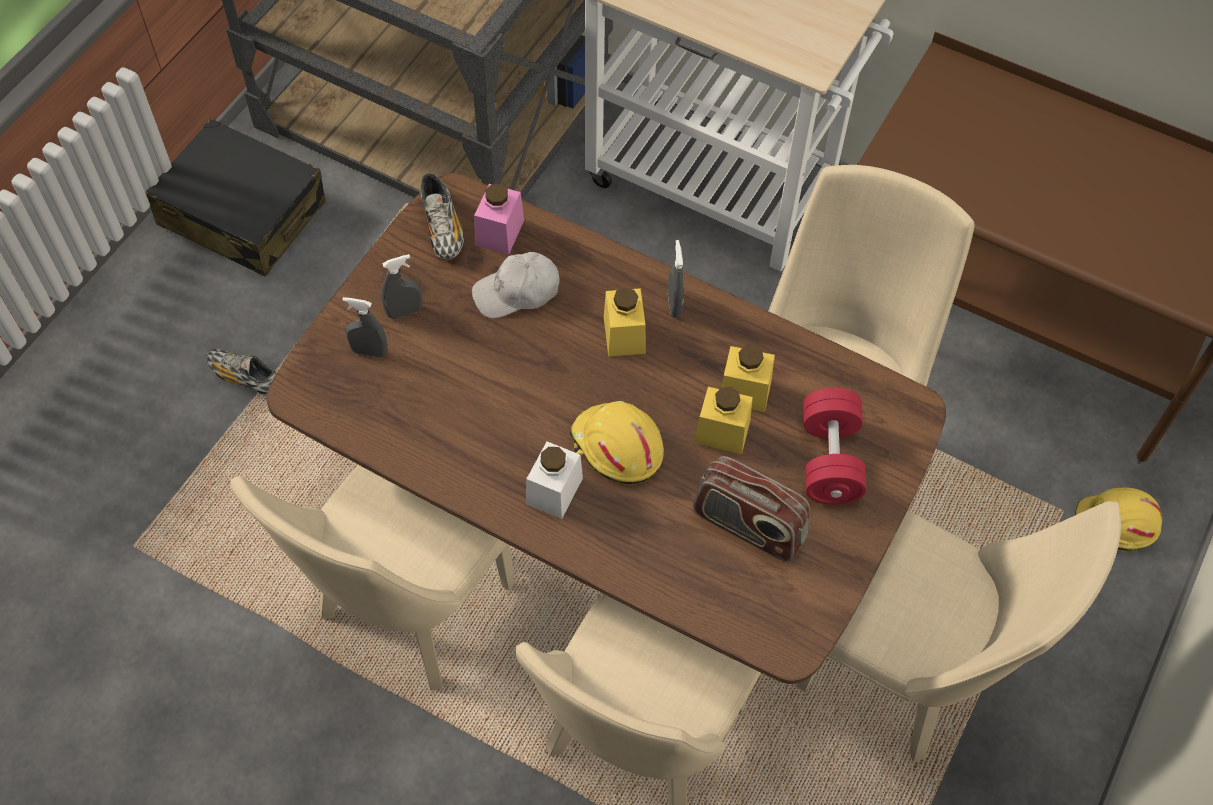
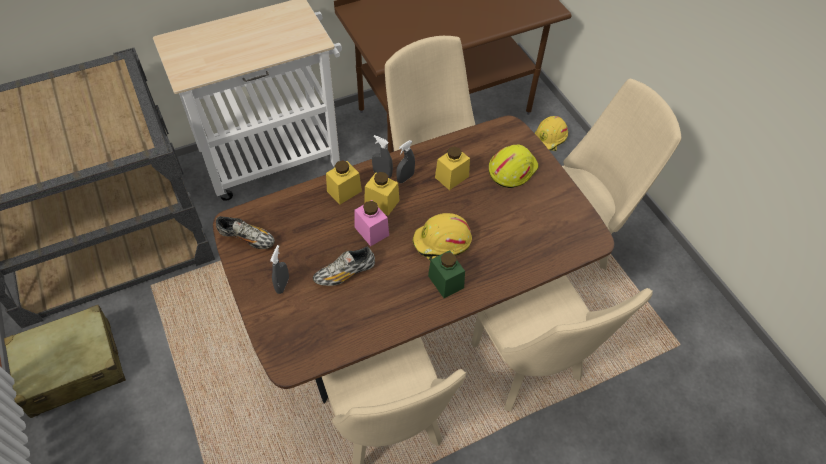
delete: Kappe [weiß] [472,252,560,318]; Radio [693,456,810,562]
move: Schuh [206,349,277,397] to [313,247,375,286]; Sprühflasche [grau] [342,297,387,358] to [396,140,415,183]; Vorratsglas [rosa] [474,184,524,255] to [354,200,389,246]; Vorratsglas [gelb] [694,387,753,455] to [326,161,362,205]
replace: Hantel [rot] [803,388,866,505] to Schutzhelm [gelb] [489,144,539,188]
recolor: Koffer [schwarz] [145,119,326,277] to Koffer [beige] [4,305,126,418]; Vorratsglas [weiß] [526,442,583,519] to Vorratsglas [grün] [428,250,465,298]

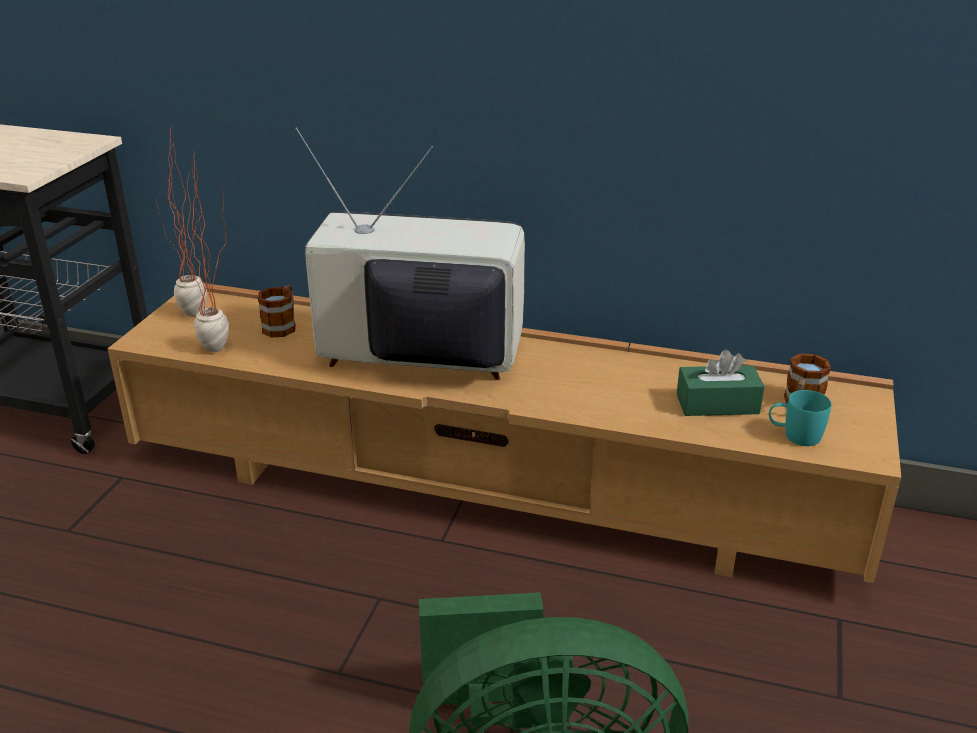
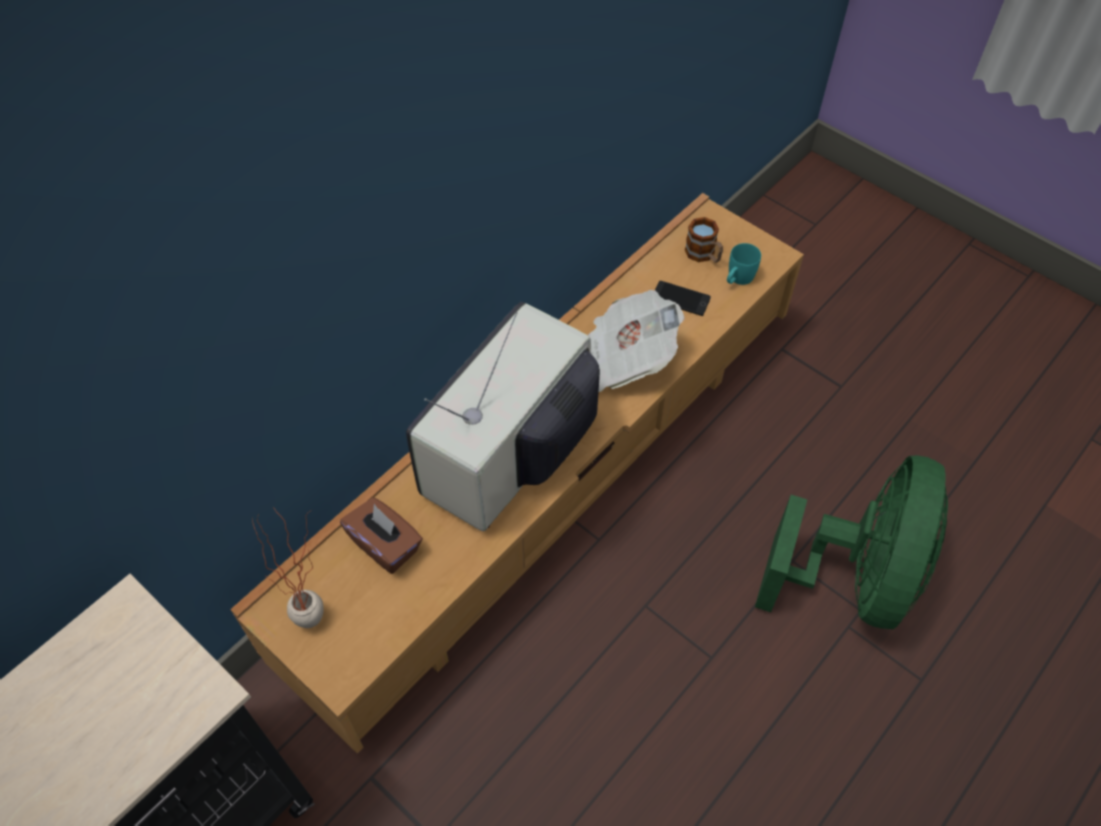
delete: Topfpflanze [174,151,229,352]
insert: Zeitung [588,290,685,392]
replace: Henkelbecher [258,285,296,337] to Taschentuchbox [braun] [340,498,423,574]; Taschentuchbox [grün] [677,350,765,416] to Handy [655,281,711,316]

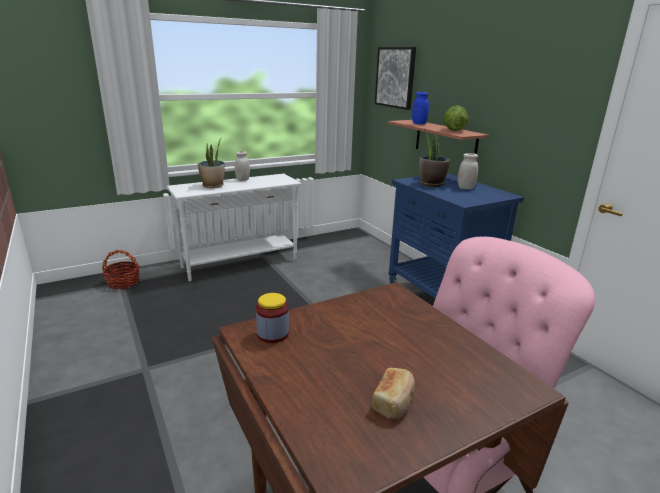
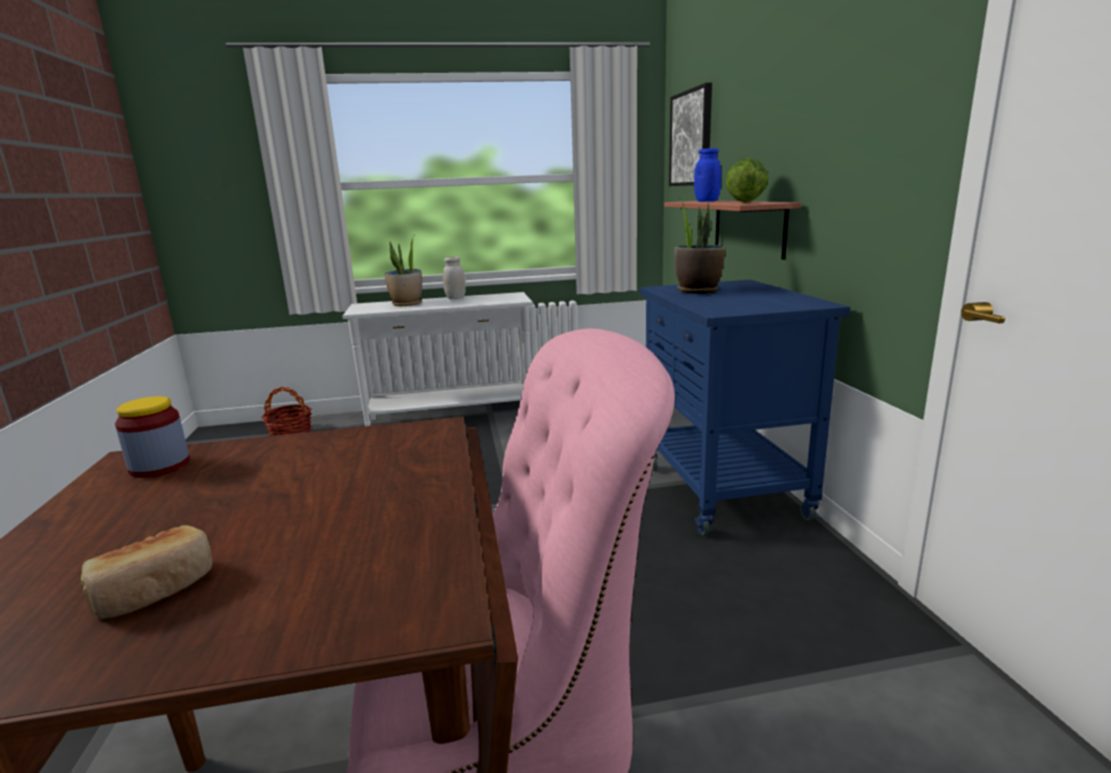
delete: Vorratsglas [weiß] [458,153,478,189]

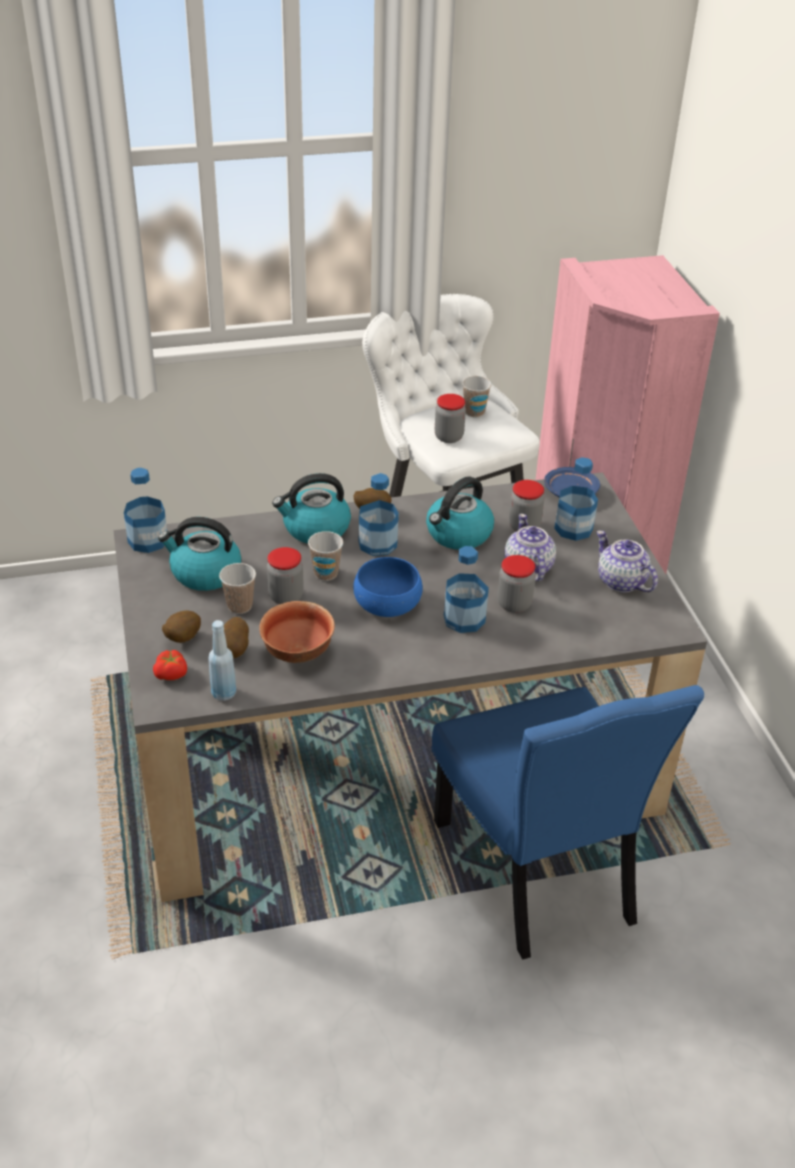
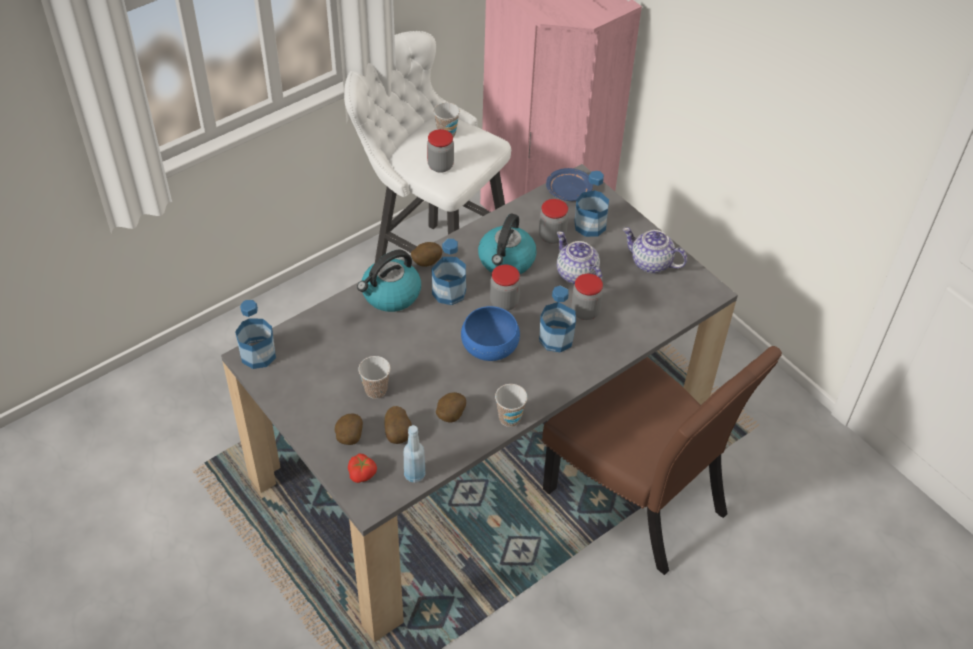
delete: Wasserkessel [158,517,241,591]
move: Vorratsglas [267,547,304,604] to [490,265,520,311]; Tasse [308,531,343,581] to [495,384,528,427]
replace: Schüssel [259,601,335,663] to Kartoffel [436,392,466,423]
recolor: Stuhl [blau] [431,685,704,960] to Stuhl [braun] [542,346,782,575]

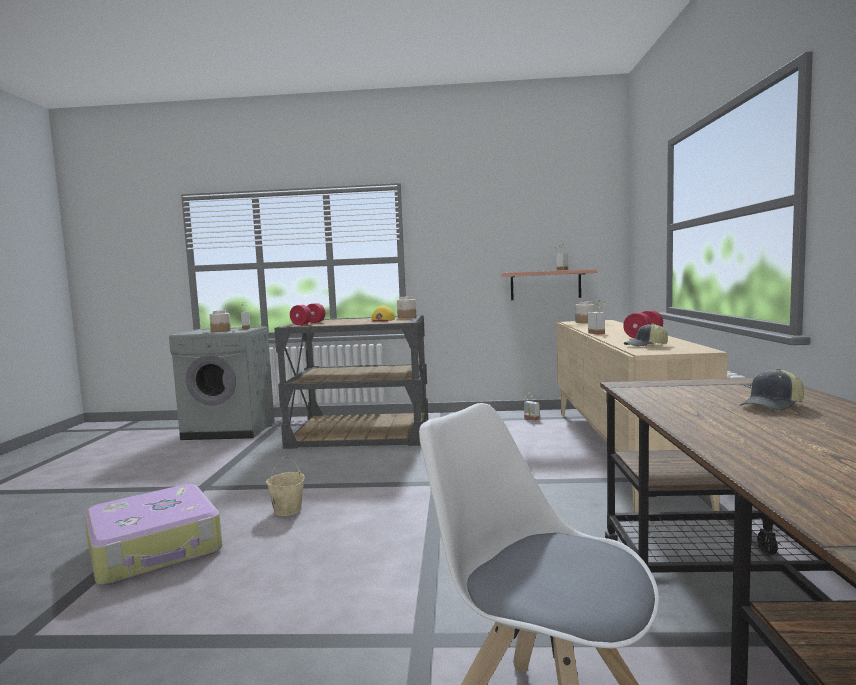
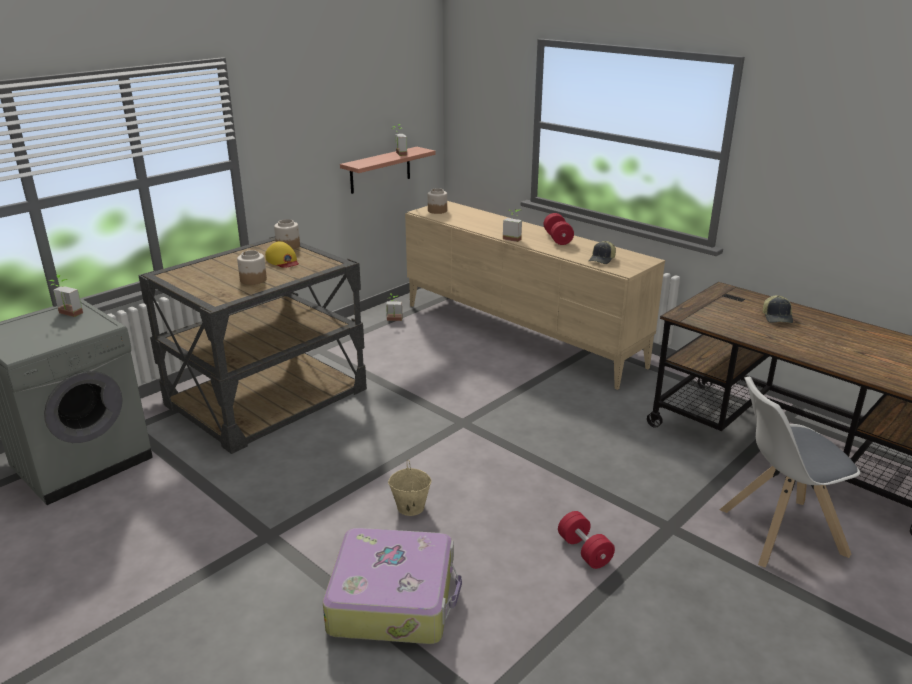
move: Vorratsglas [210,310,231,332] to [237,250,267,285]; Hantel [rot] [290,303,326,325] to [558,511,615,569]

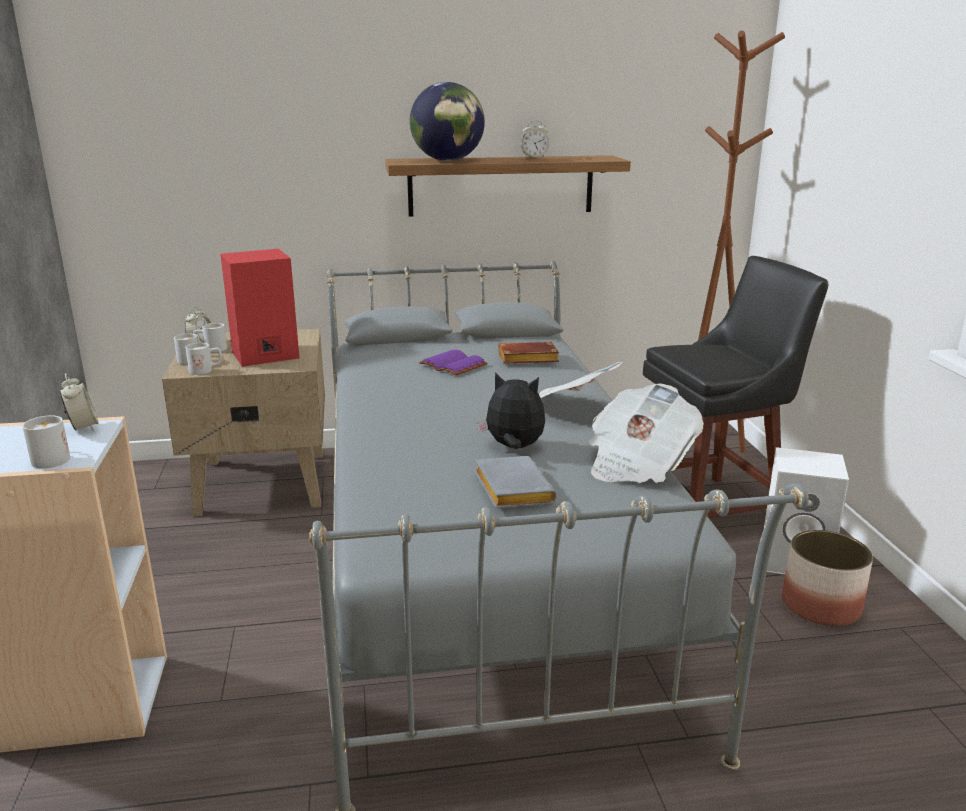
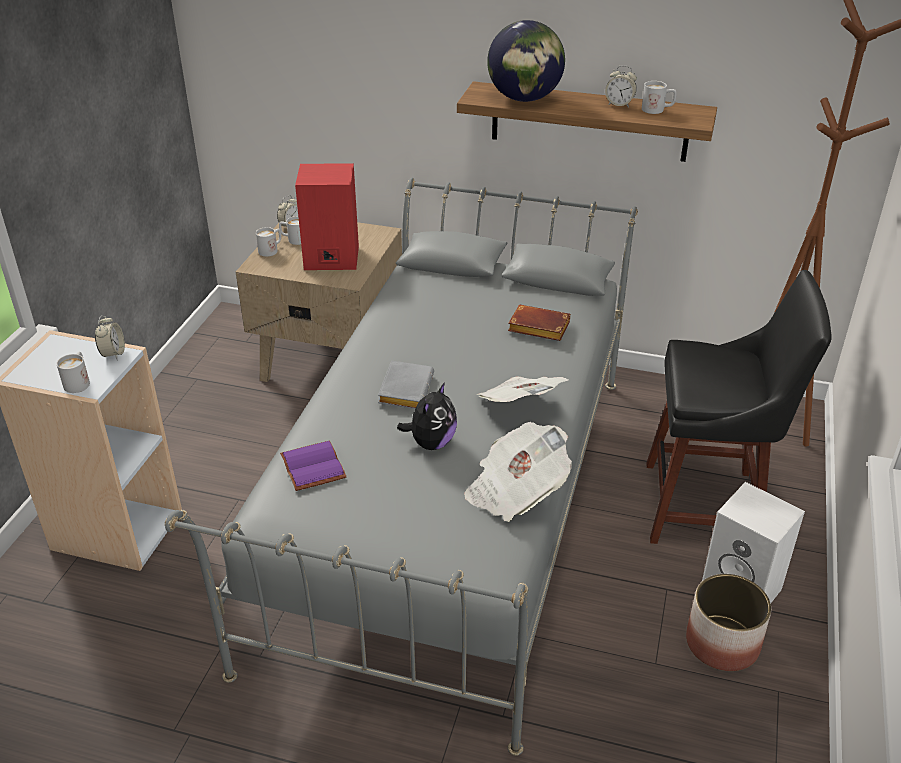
move: Henkelbecher [weiß] [185,343,222,375] to [642,81,677,114]; Buch [lila] [419,350,488,376] to [280,441,347,491]; Buch [grau] [475,456,557,508] to [378,360,434,409]
rotate: Plüschtier [477,372,545,449] = [397,382,457,450] 75 degrees clockwise

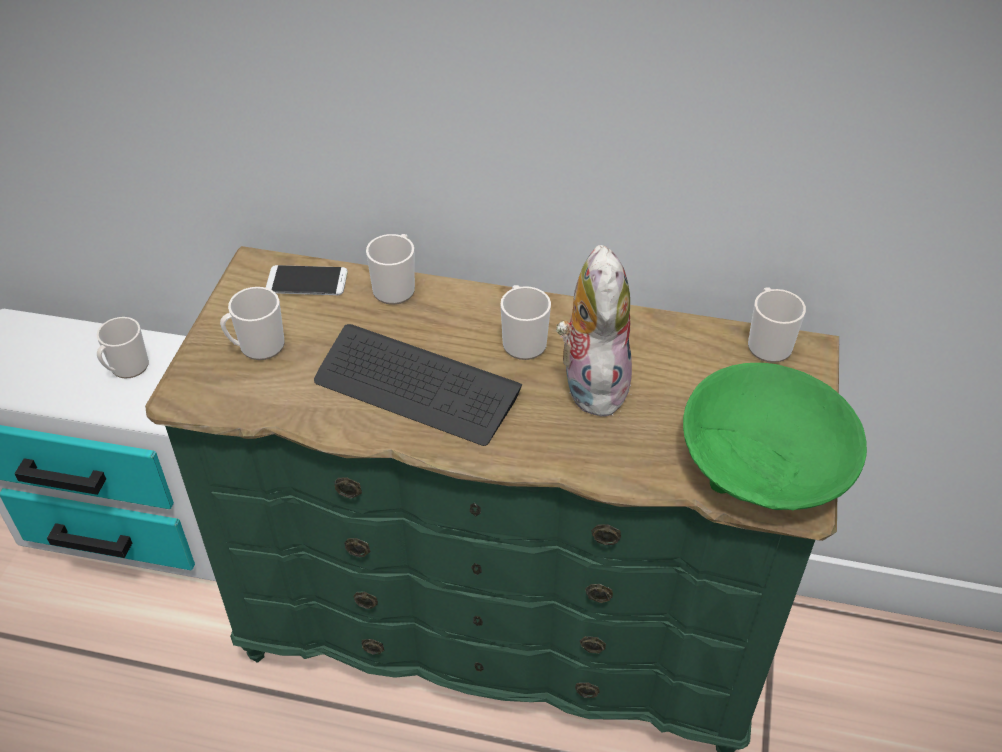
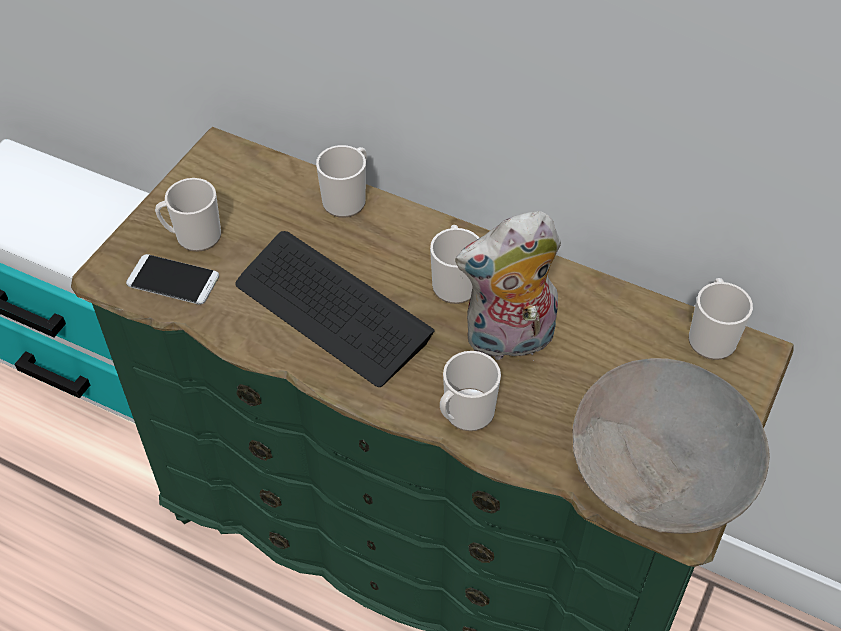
move: Henkelbecher [97,317,149,379] to [440,351,501,431]; Handy [266,265,348,295] to [126,254,219,305]
recolor: Schüssel [grün] [683,363,867,510] to Schüssel [beige] [572,358,770,534]
rotate: Plüschtier [556,245,632,417] = [455,211,561,361] 120 degrees counterclockwise

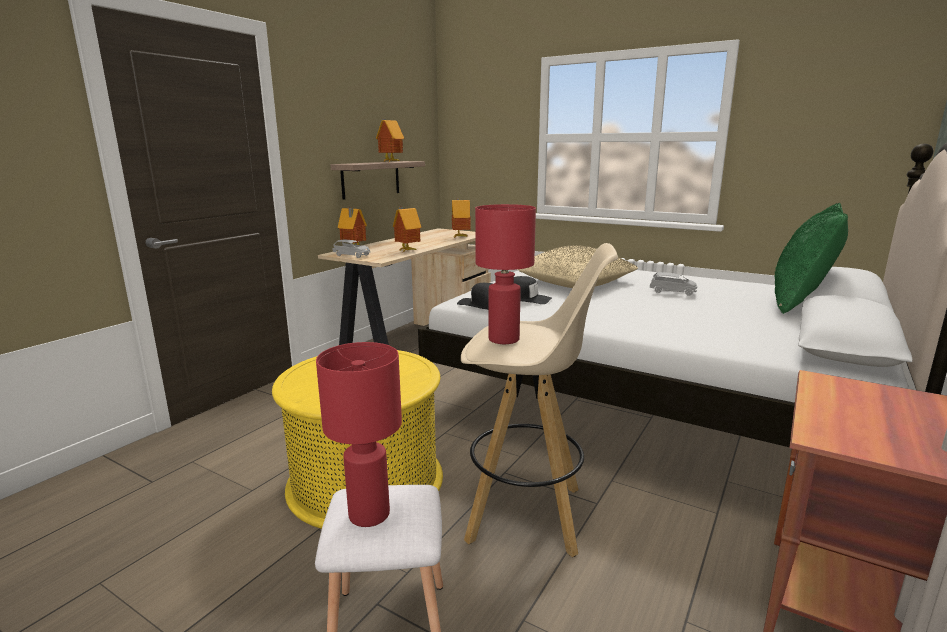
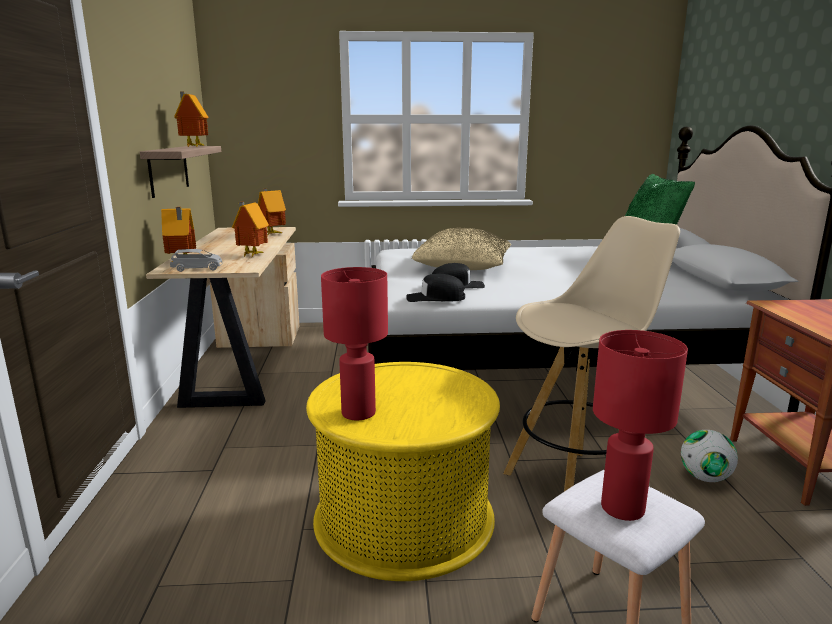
delete: Spielzeugauto [grau] [650,272,697,296]
insert: Fußball [681,430,738,482]
move: Tischlampe [rot] [475,204,536,344] to [321,267,388,420]

